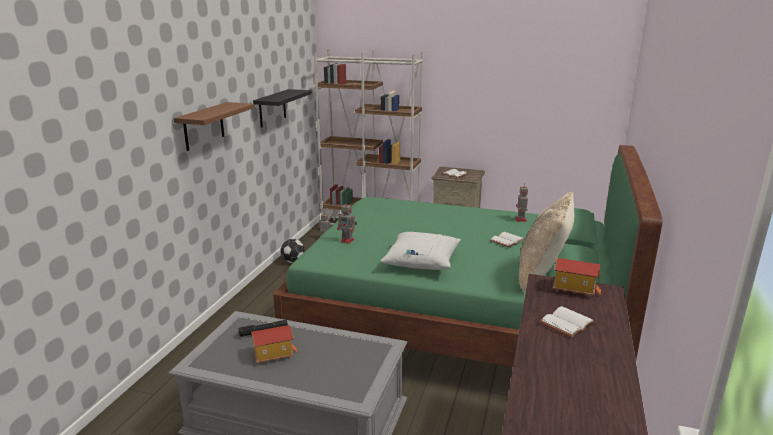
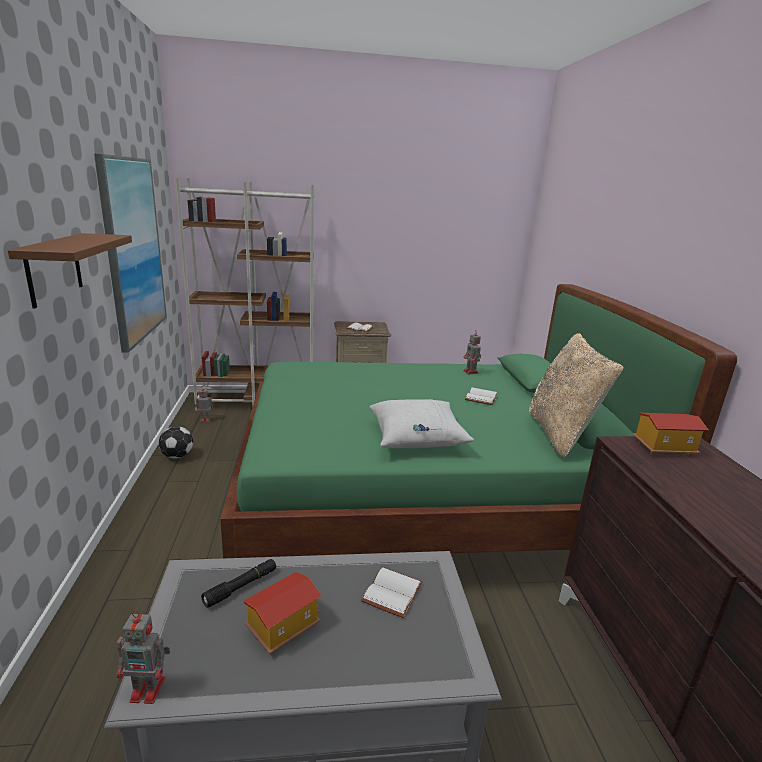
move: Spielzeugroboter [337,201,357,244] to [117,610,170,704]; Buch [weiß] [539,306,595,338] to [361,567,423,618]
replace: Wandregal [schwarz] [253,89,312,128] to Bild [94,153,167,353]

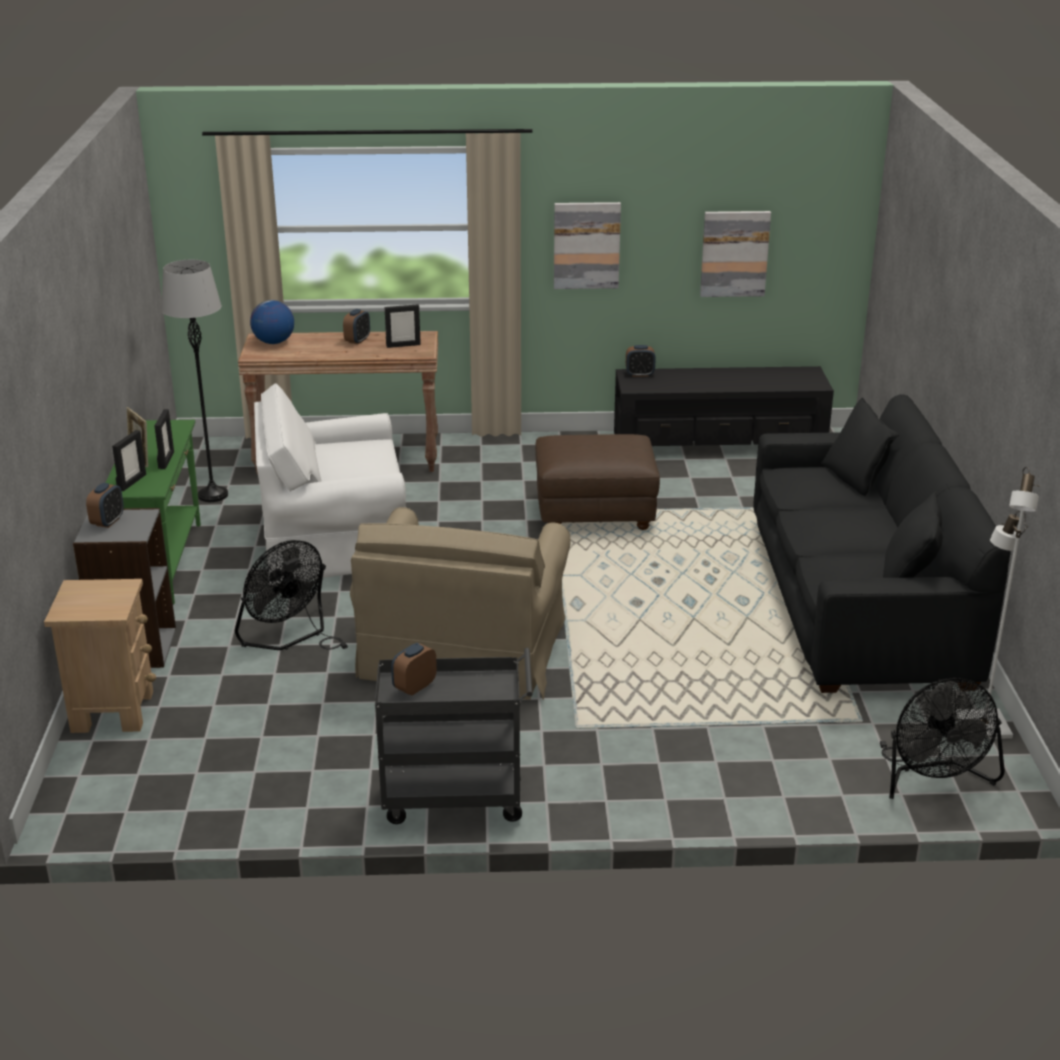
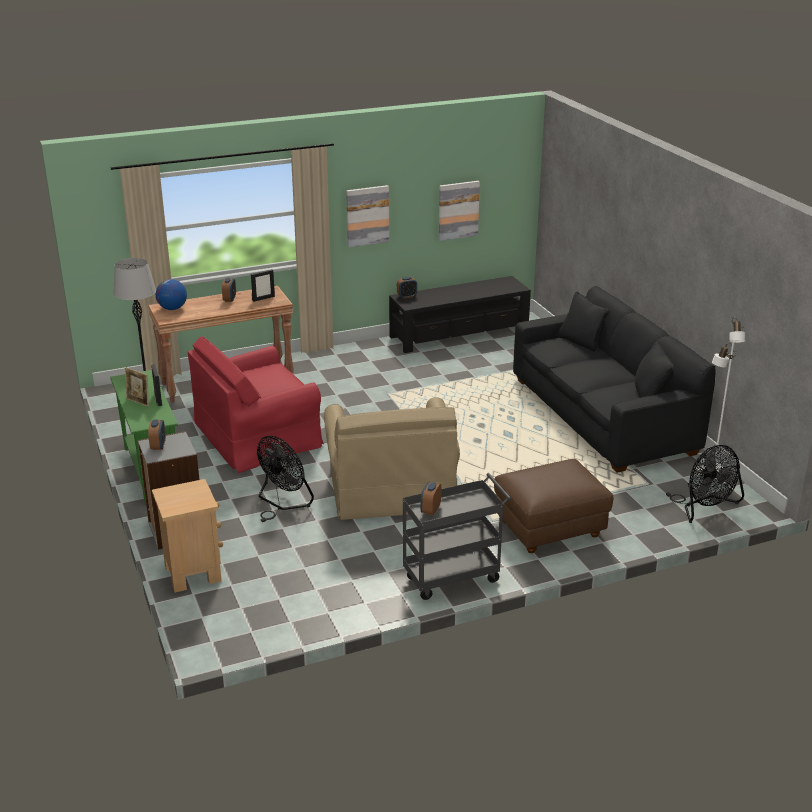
delete: Bilderrahmen [112,430,146,491]
move: Polsterhocker [braun] [535,434,660,530] to [494,459,613,553]
recolor: Sessel [weiß] [254,383,406,585] to Sessel [rot] [187,336,324,473]
rotate: Ventilator [schwarz] [235,540,348,650] = [256,436,314,522] 105 degrees clockwise

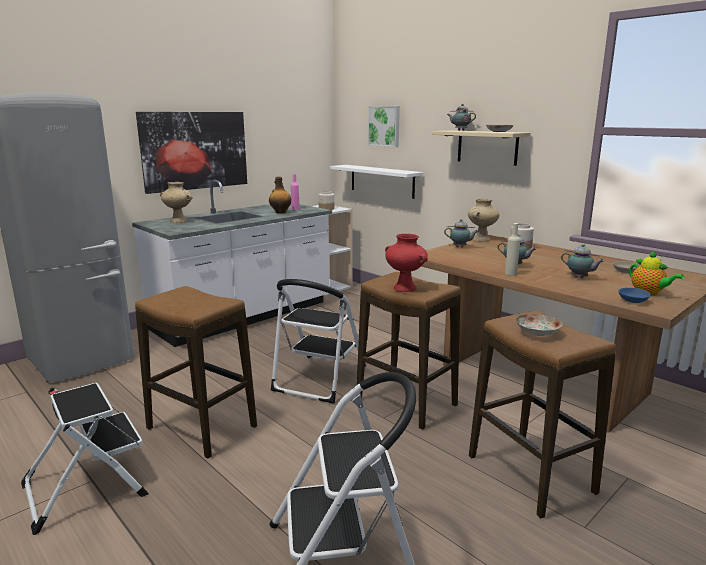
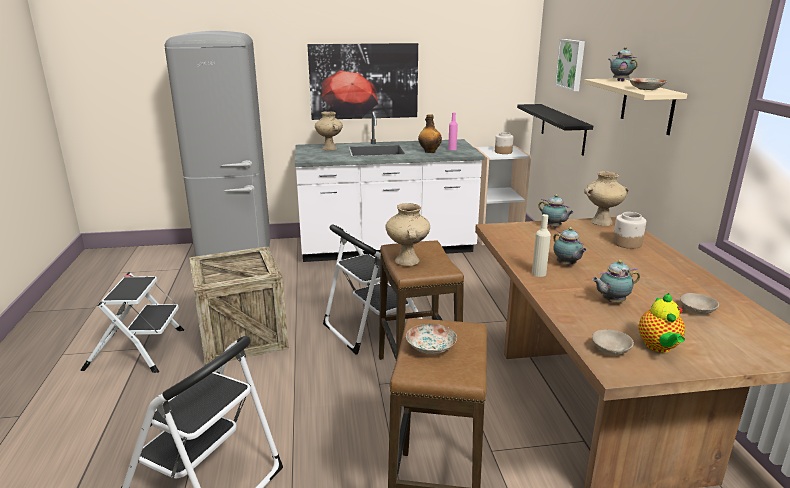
replace: Hocker [135,286,257,458] to Kiste [189,246,289,365]
recolor: Wandregal [weiß] [330,165,423,199] to Wandregal [schwarz] [517,104,593,156]; Vase [rot] [385,234,428,292] to Vase [beige] [385,203,430,266]; Schüssel [blau] [619,288,651,303] to Schüssel [beige] [592,329,634,355]
rotate: Teekanne [561,244,604,278] = [592,260,640,302] 90 degrees clockwise

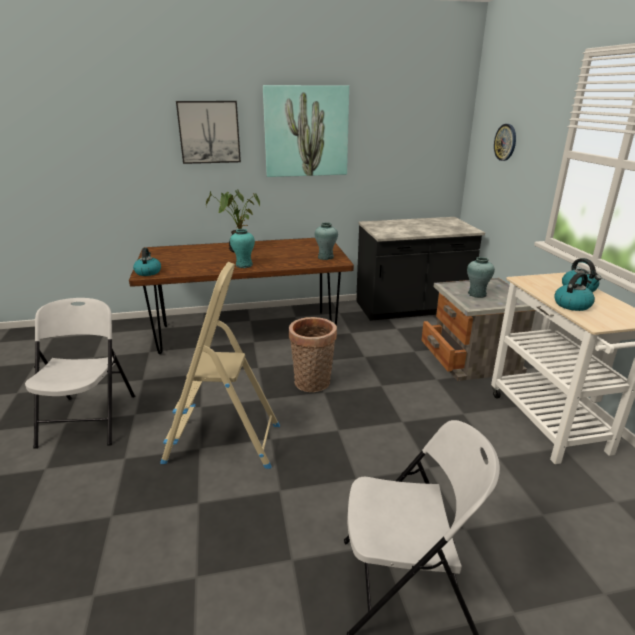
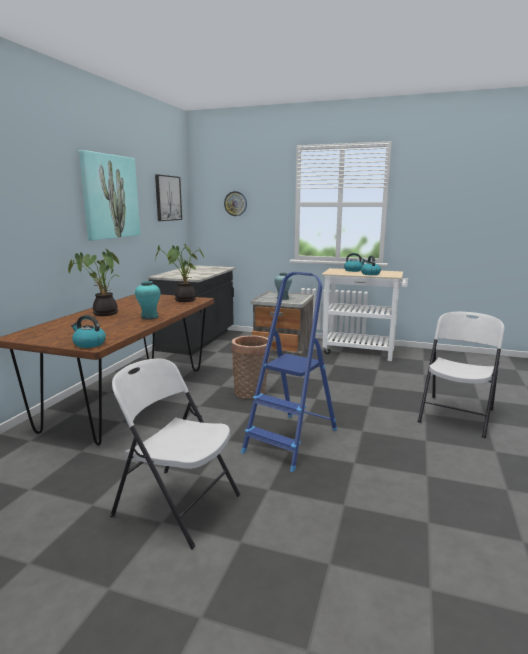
move: Bild [176,101,241,164] to [155,174,182,221]
replace: Vase [türkis] [315,222,338,260] to Topfpflanze [155,243,204,302]
recolor: Trittleiter [beige] [160,262,280,469] to Trittleiter [blau] [241,272,337,472]

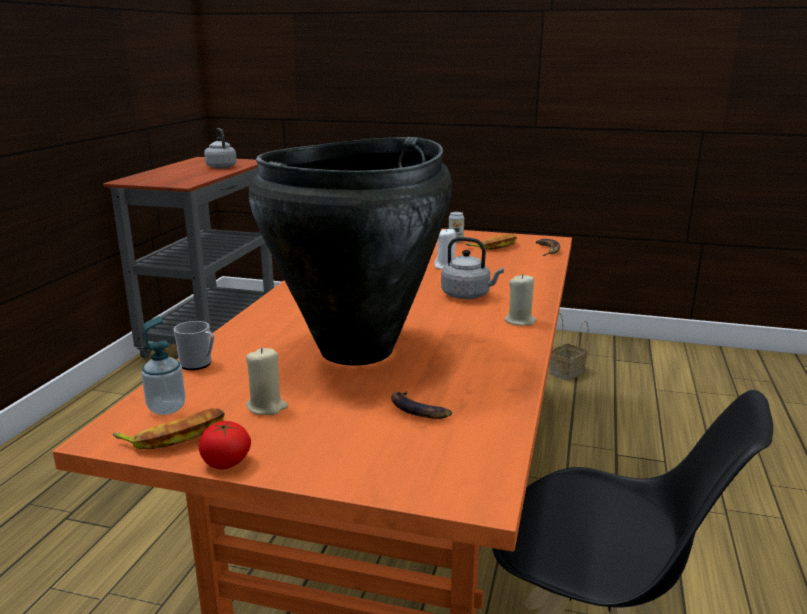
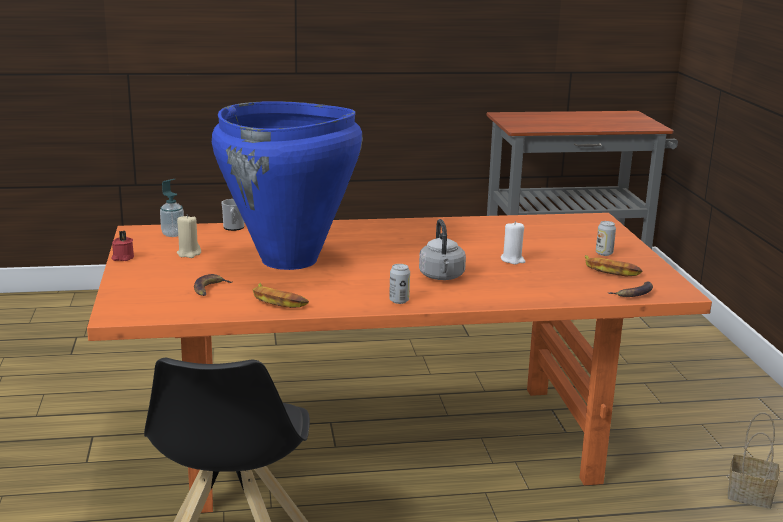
delete: Wasserkessel [grau] [204,128,237,169]
move: Banane [113,408,225,449] to [252,283,309,308]
replace: Tomate [199,421,251,469] to Kerze [rot] [112,231,134,261]; Kerze [beige] [505,274,536,326] to Dose [389,264,410,304]
recolor: Vase [schwarz] [249,137,452,365] to Vase [blau] [212,101,363,270]

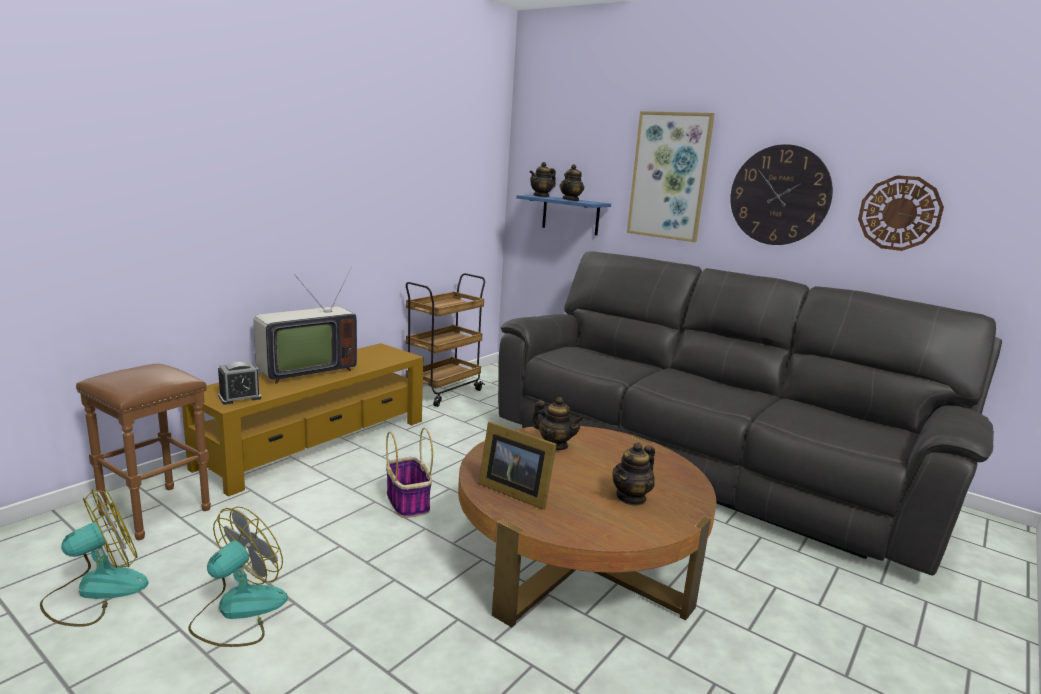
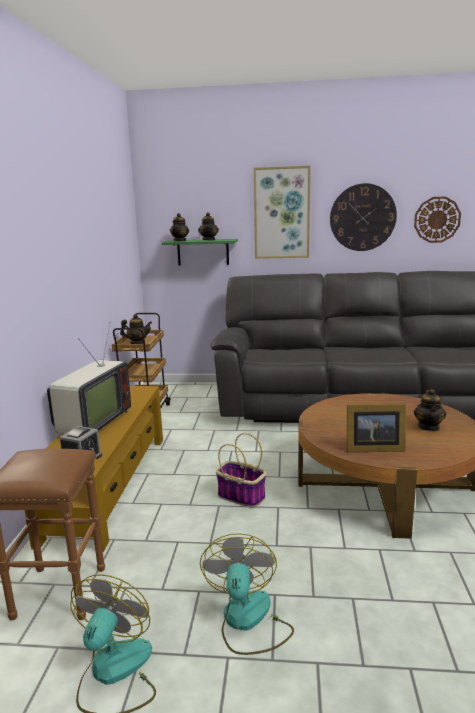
move: Teekanne [531,397,584,450] to [120,314,152,344]
recolor: Wandregal [blau] [516,195,611,236] to Wandregal [grün] [162,239,238,266]

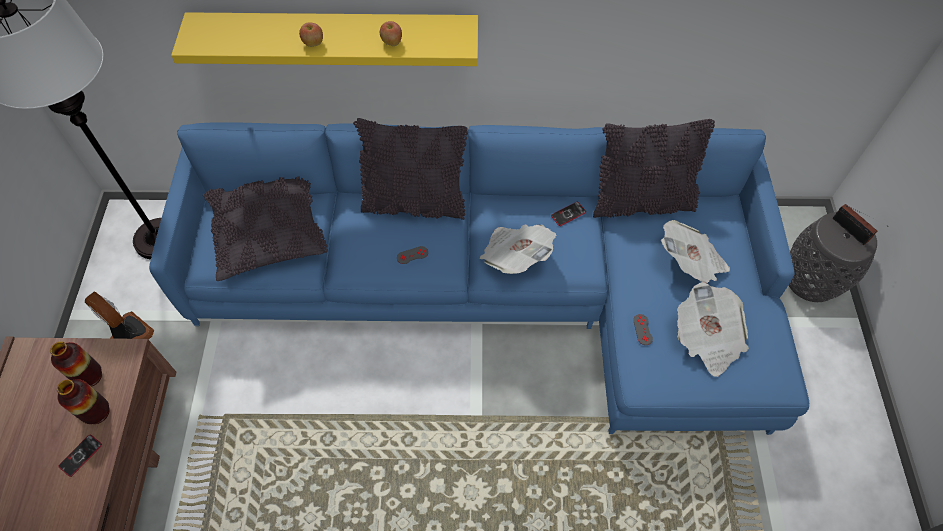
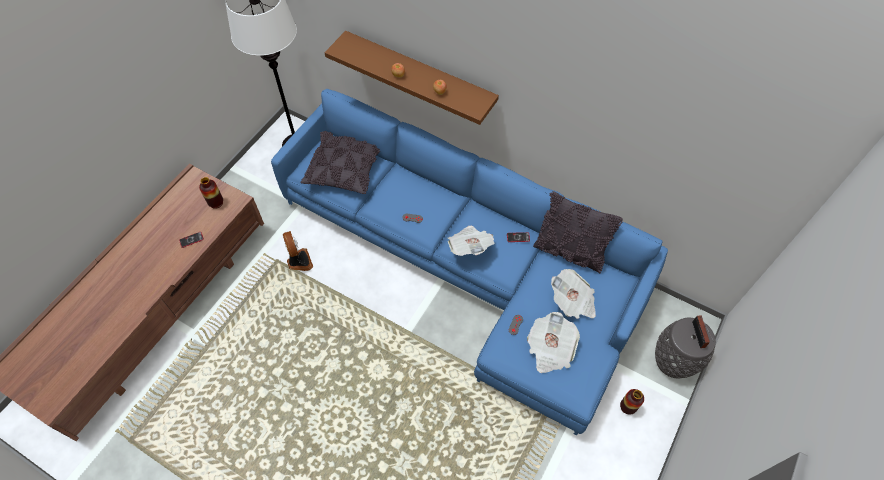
delete: Kissen [schwarz] [353,118,468,220]
move: Vase [57,379,110,424] to [620,389,644,415]; Ventilator [85,291,154,339] to [283,231,313,271]
recolor: Wandregal [gelb] [171,12,478,66] to Wandregal [braun] [325,31,499,125]

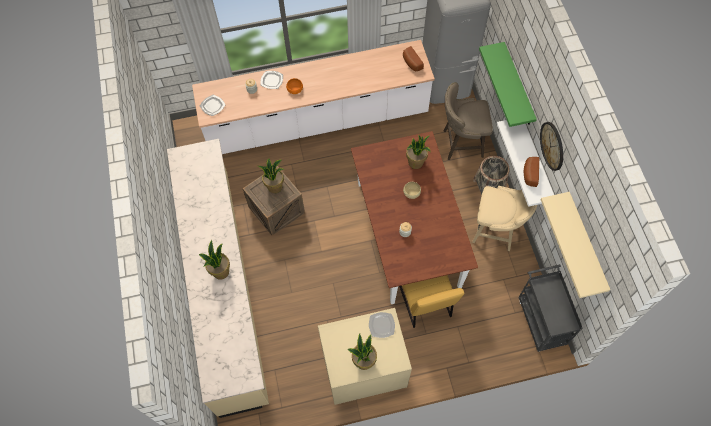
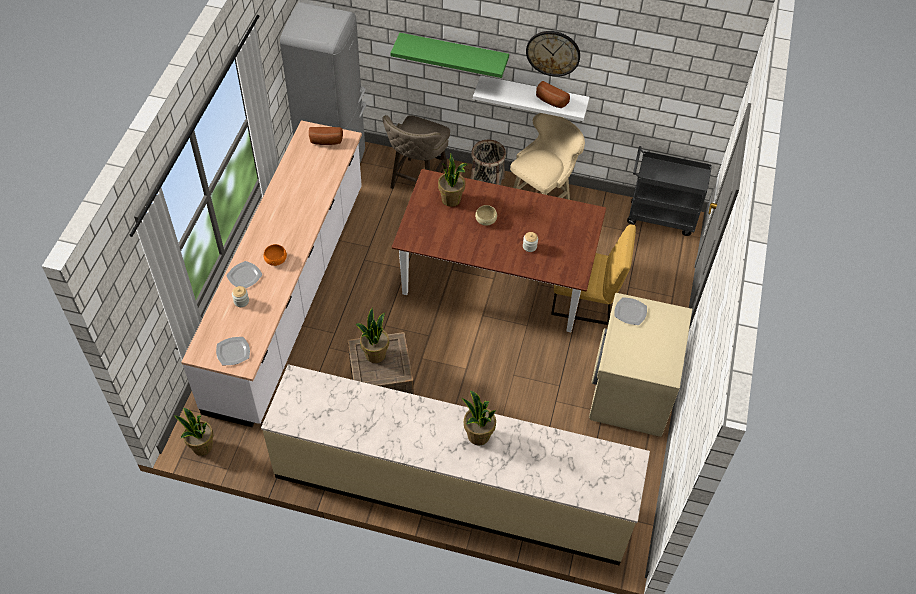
delete: Wandregal [beige] [541,192,610,298]
move: Topfpflanze [347,333,377,370] to [174,408,213,456]

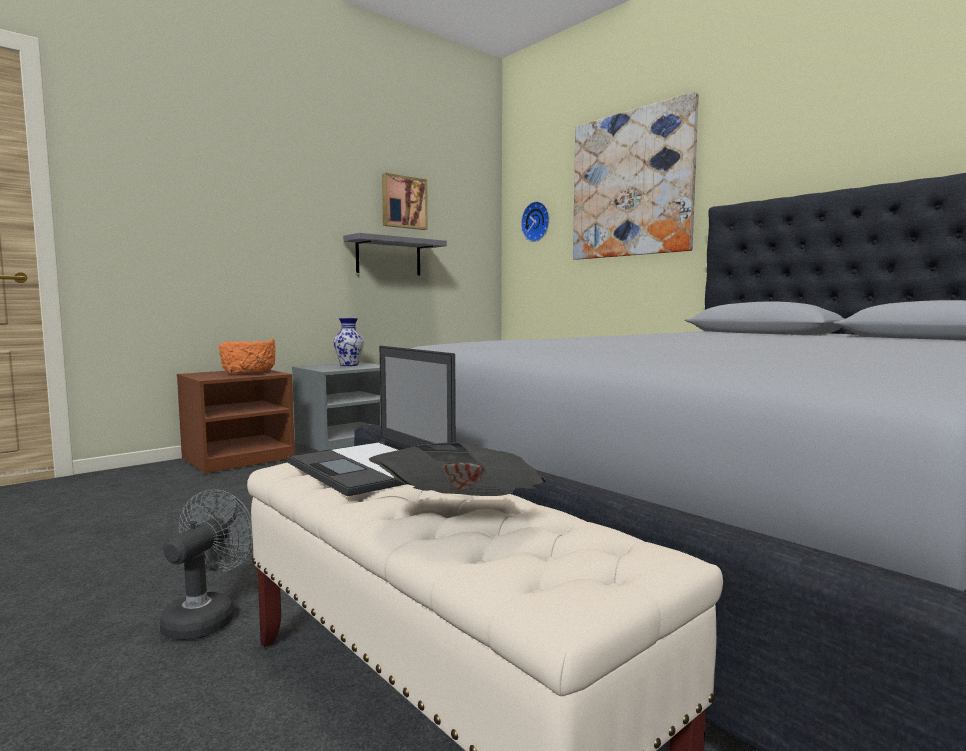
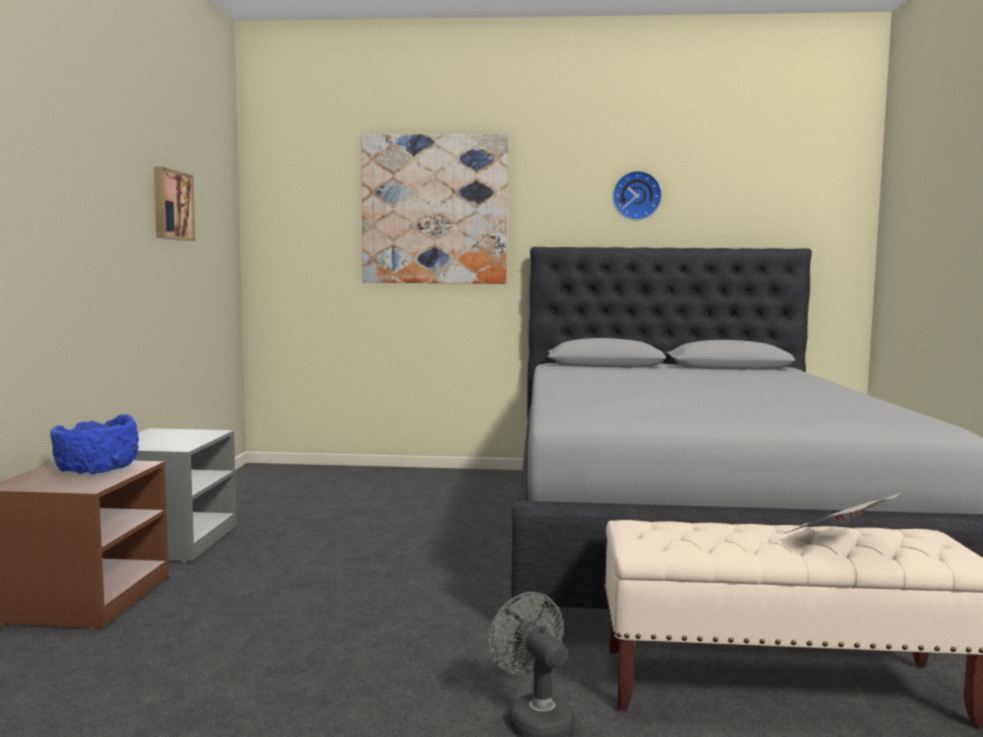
delete: Laptop [287,346,456,497]; Vase [334,318,364,366]; Wandregal [grau] [343,233,447,276]
move: Wanduhr [521,201,550,242] to [612,171,662,220]
recolor: Schüssel [orange] [219,338,275,374] to Schüssel [blau] [50,414,139,475]

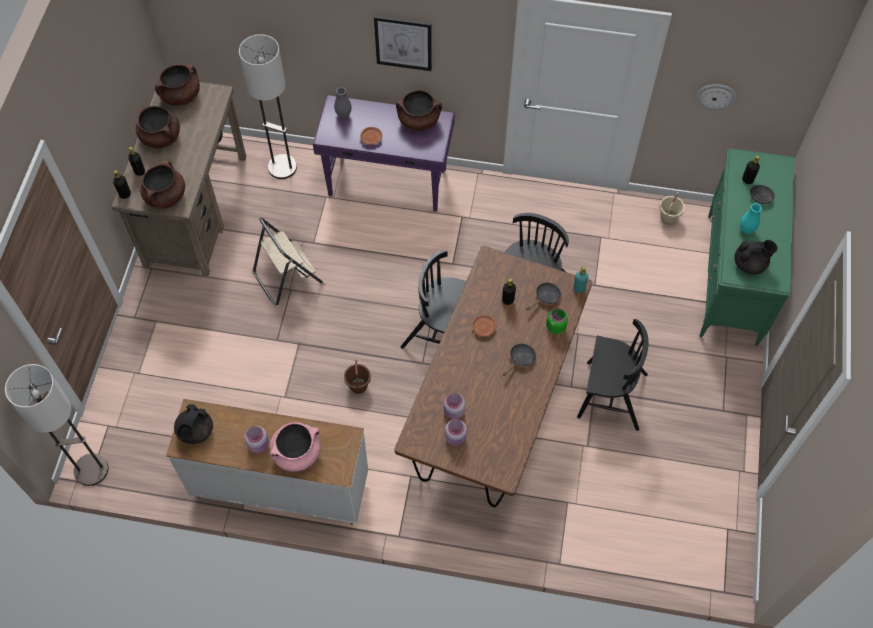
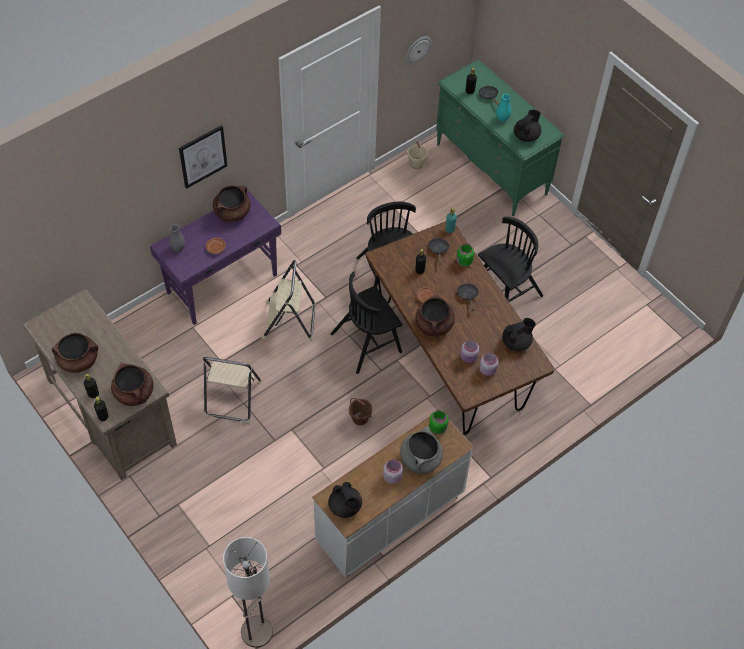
delete: Stehlampe [239,34,297,179]
insert: Trittleiter [beige] [261,260,316,341]; Vorratsglas [grün] [429,410,449,434]; Teekanne [schwarz] [502,318,536,351]
move: Kochtopf [braun] [155,64,200,106] to [415,294,455,337]
recolor: Kochtopf [rosa] [269,422,321,471] to Kochtopf [grau] [400,426,443,474]

